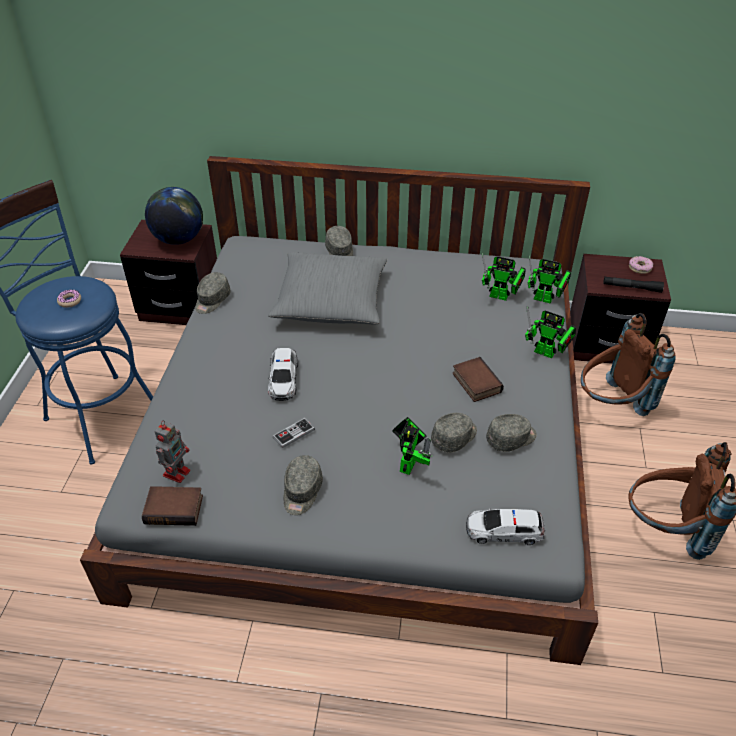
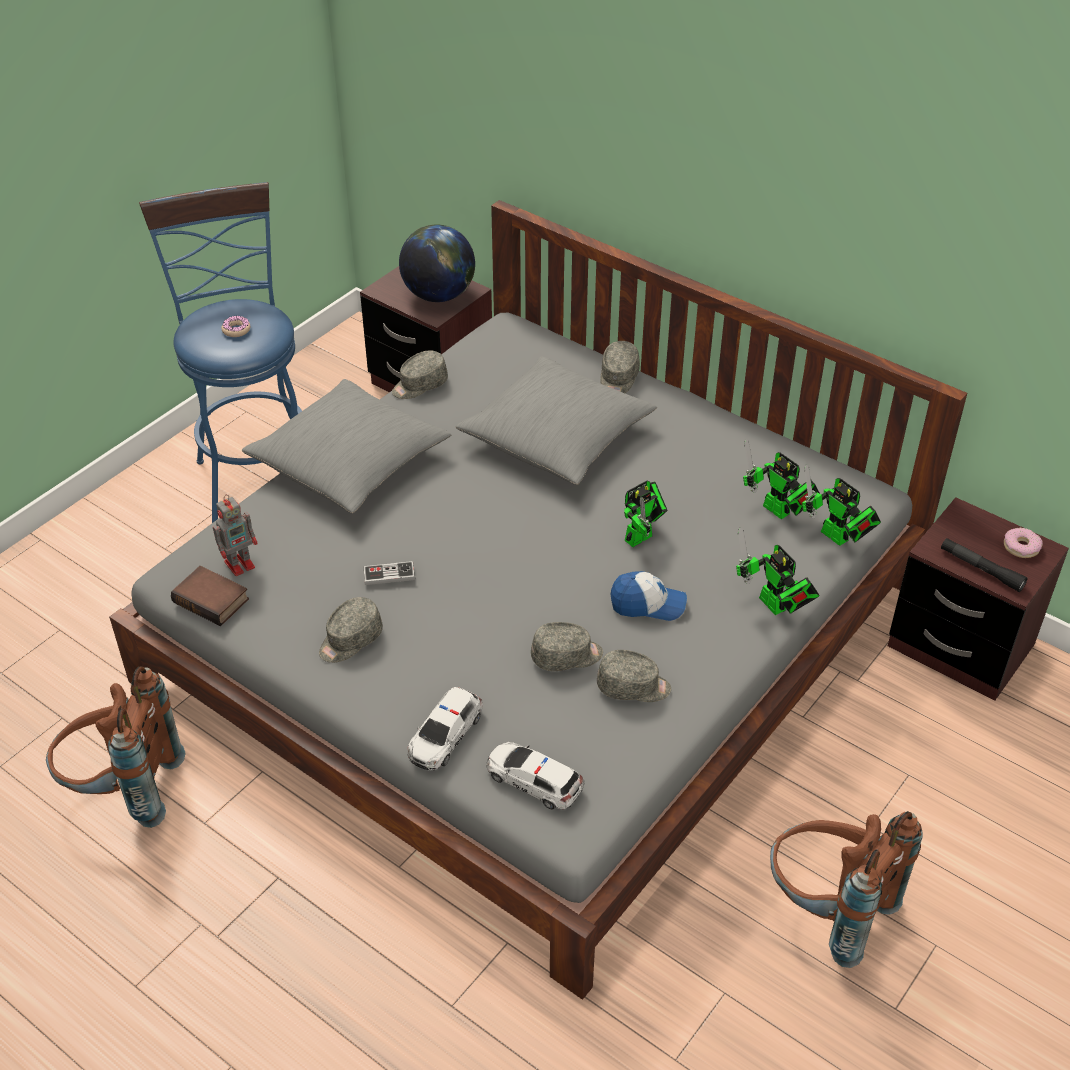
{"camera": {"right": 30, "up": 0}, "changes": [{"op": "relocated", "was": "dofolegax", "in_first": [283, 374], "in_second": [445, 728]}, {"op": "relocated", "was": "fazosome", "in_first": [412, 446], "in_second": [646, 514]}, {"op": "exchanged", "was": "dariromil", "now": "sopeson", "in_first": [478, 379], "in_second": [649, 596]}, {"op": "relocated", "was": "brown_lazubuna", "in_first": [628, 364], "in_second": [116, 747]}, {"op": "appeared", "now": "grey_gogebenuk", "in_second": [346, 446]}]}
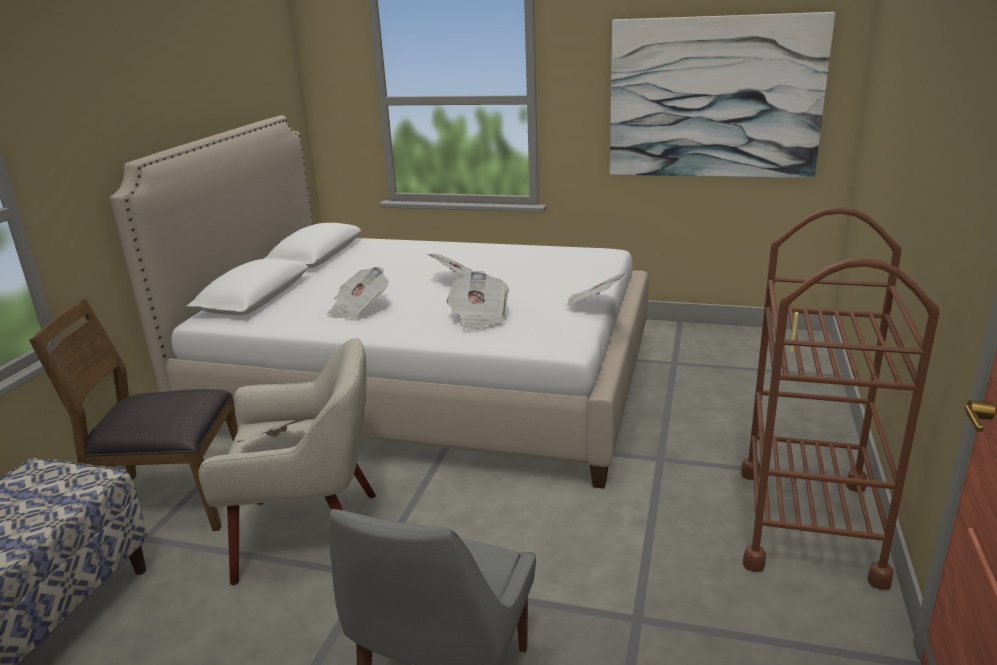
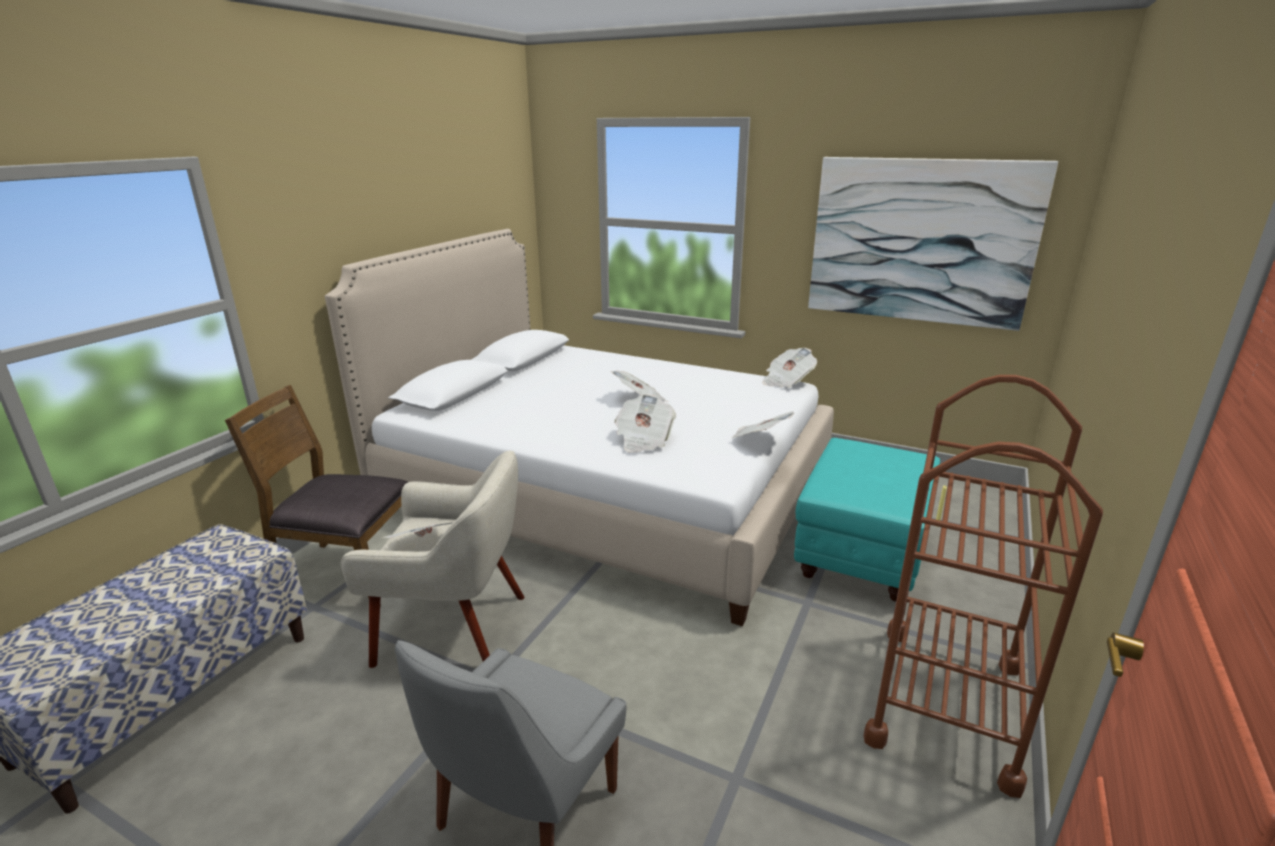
{"camera": {"right": 10, "up": 0}, "changes": [{"op": "relocated", "was": "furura", "in_first": [357, 292], "in_second": [789, 368]}, {"op": "appeared", "now": "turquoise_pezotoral", "in_second": [867, 519]}]}
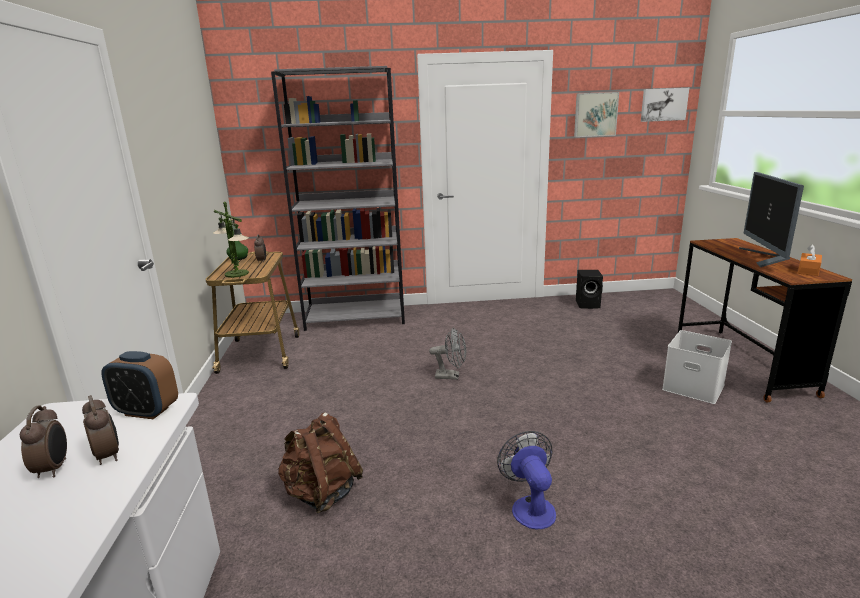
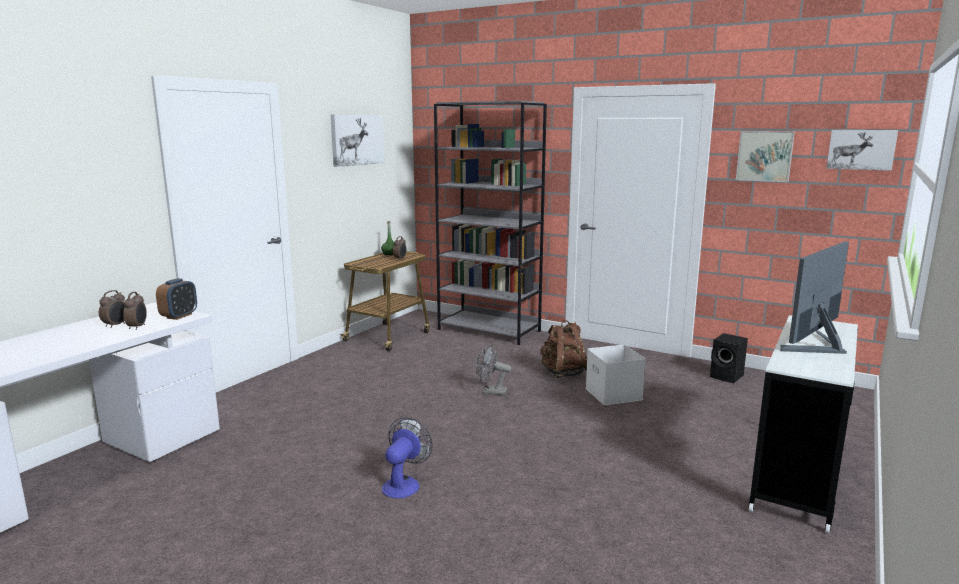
{"camera": {"right": 35, "up": -5}, "changes": [{"op": "spun", "was": "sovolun", "in_first": [139, 385], "in_second": [176, 299], "clockwise": -120}, {"op": "missing", "was": "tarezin", "in_first": [231, 239]}, {"op": "relocated", "was": "brown_lazubuna", "in_first": [320, 462], "in_second": [563, 349]}, {"op": "spun", "was": "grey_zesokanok", "in_first": [447, 354], "in_second": [494, 369], "clockwise": 150}, {"op": "relocated", "was": "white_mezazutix", "in_first": [697, 367], "in_second": [615, 375]}, {"op": "colour", "was": "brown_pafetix", "now": "white_pafetix", "in_first": [765, 320], "in_second": [803, 424]}, {"op": "missing", "was": "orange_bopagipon", "in_first": [810, 260]}, {"op": "appeared", "now": "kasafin", "in_second": [357, 141]}]}
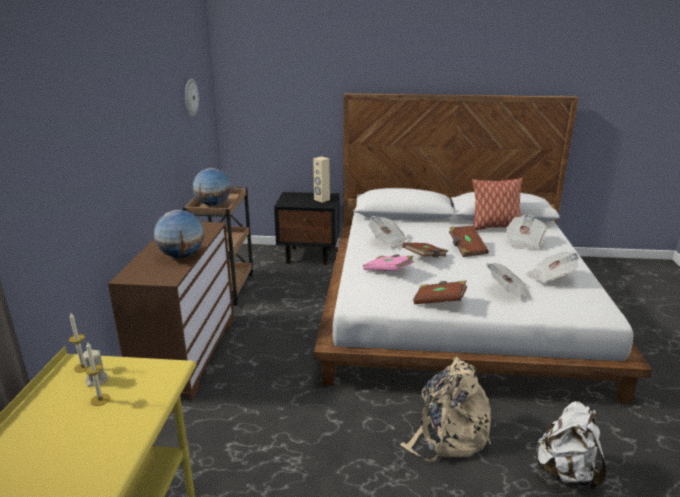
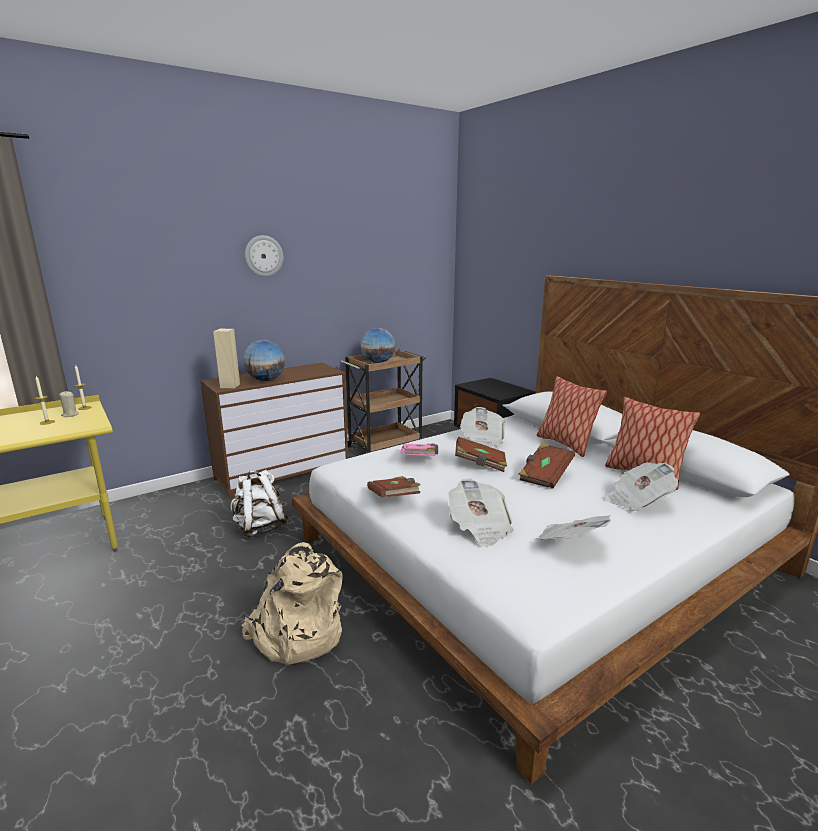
{"camera": {"right": 50, "up": -5}, "changes": [{"op": "relocated", "was": "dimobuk", "in_first": [192, 97], "in_second": [264, 256]}, {"op": "relocated", "was": "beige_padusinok", "in_first": [321, 179], "in_second": [226, 358]}, {"op": "relocated", "was": "white_lazubuna", "in_first": [570, 445], "in_second": [260, 504]}, {"op": "appeared", "now": "gogebenuk", "in_second": [572, 416]}]}
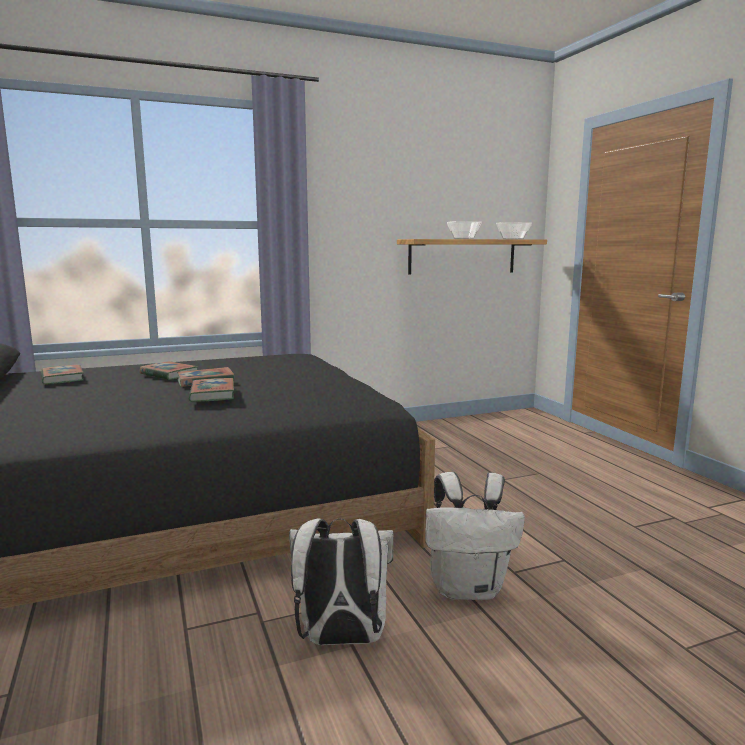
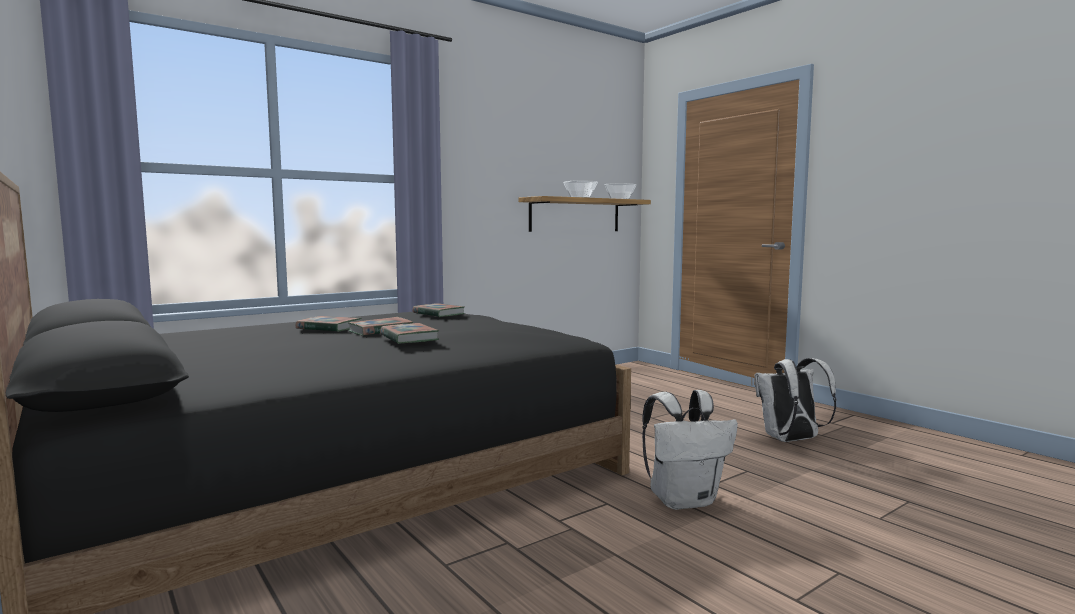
{"camera": {"right": -15, "up": -5}, "changes": [{"op": "relocated", "was": "dariromil", "in_first": [62, 375], "in_second": [439, 310]}, {"op": "relocated", "was": "white_lazubuna", "in_first": [341, 581], "in_second": [795, 400]}]}
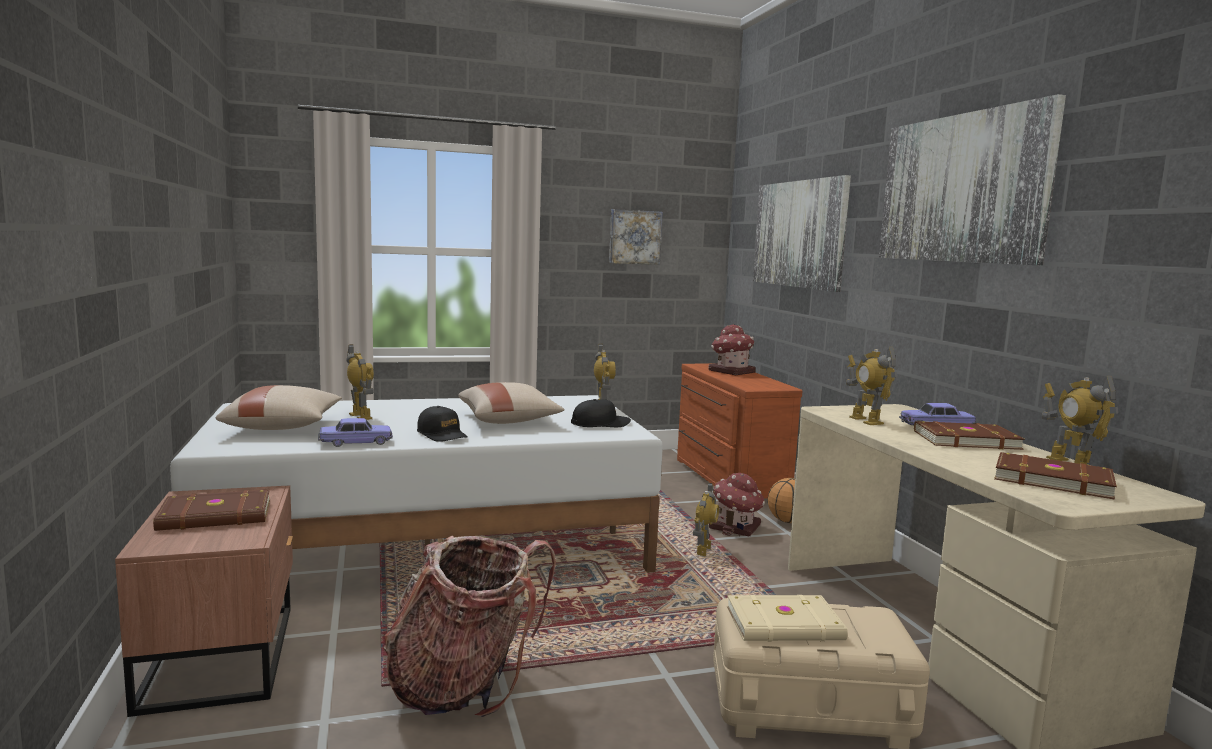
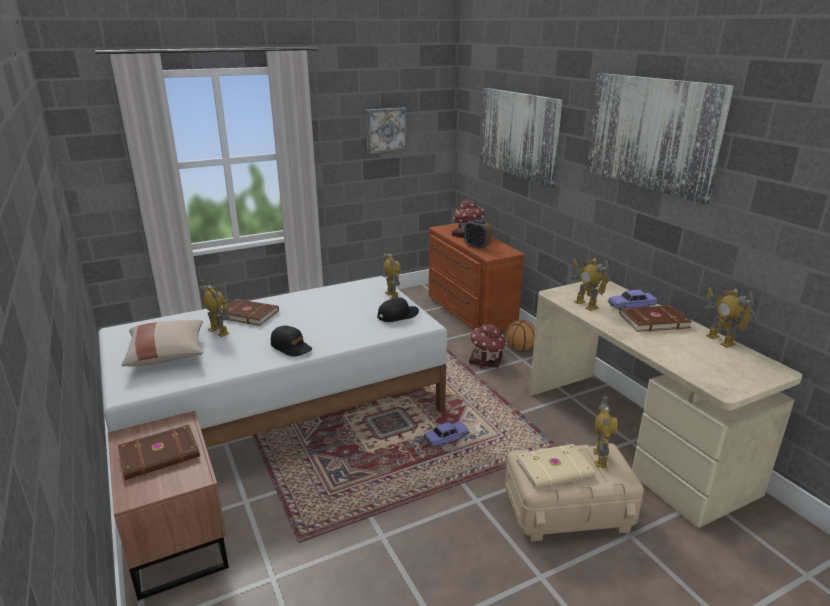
{"camera": {"right": -10, "up": 15}, "changes": [{"op": "relocated", "was": "dofolegax", "in_first": [355, 432], "in_second": [446, 434]}, {"op": "missing", "was": "lazubuna", "in_first": [469, 626]}, {"op": "missing", "was": "beige_gogebenuk", "in_first": [511, 403]}, {"op": "relocated", "was": "fazosome", "in_first": [706, 519], "in_second": [605, 432]}, {"op": "relocated", "was": "brown_dariromil", "in_first": [1055, 476], "in_second": [248, 312]}, {"op": "appeared", "now": "sovolun", "in_second": [478, 234]}]}
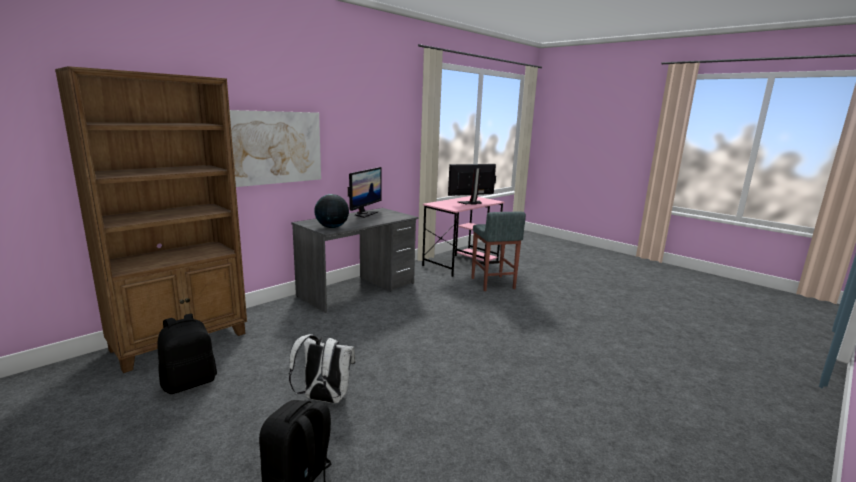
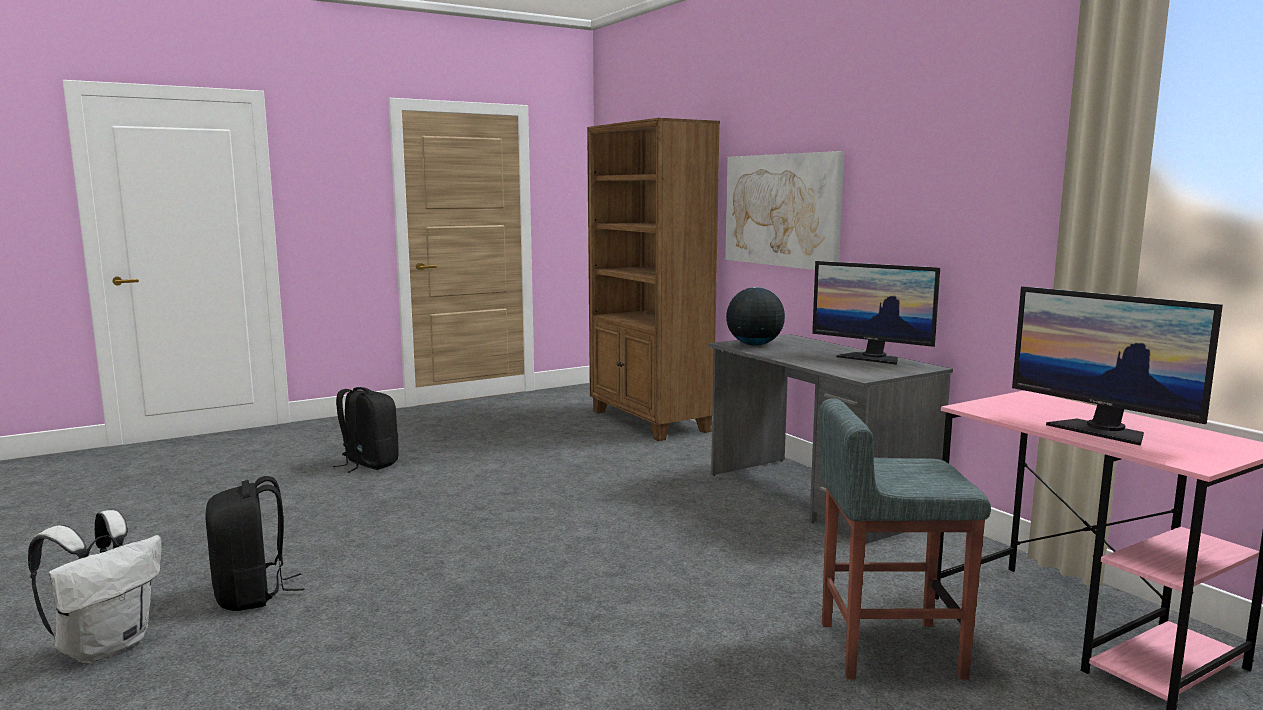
{"camera": {"right": 105, "up": -5}, "changes": [{"op": "relocated", "was": "black_lazubuna", "in_first": [187, 354], "in_second": [254, 543]}, {"op": "relocated", "was": "white_lazubuna", "in_first": [322, 368], "in_second": [95, 586]}, {"op": "spun", "was": "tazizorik", "in_first": [472, 184], "in_second": [1117, 366], "clockwise": 150}]}
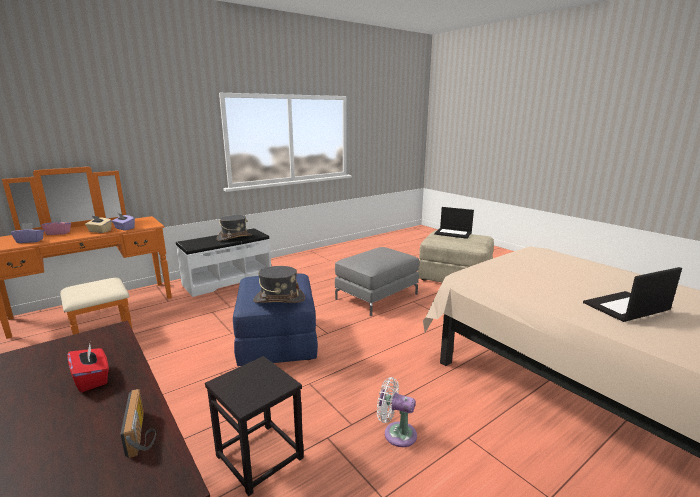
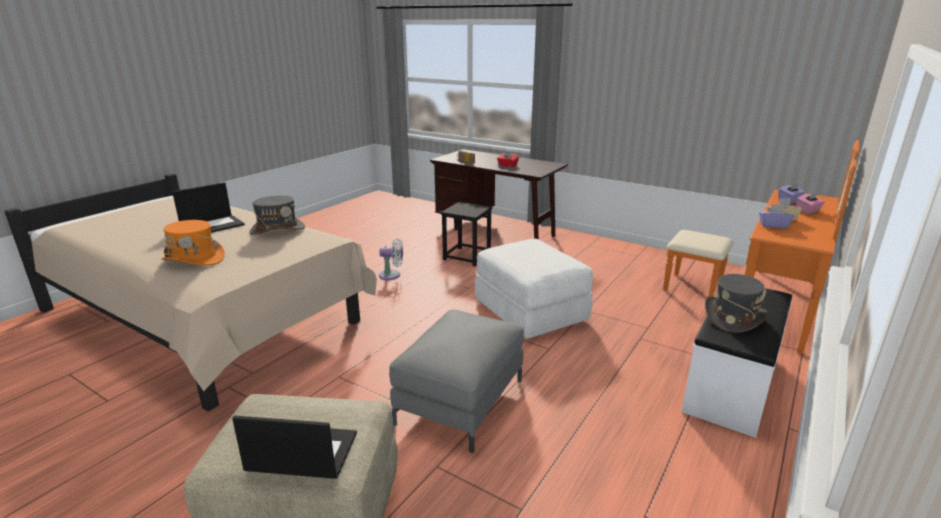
{"camera": {"right": 160, "up": 5}, "changes": [{"op": "colour", "was": "blue_pezotoral", "now": "white_pezotoral", "in_first": [275, 320], "in_second": [534, 289]}, {"op": "relocated", "was": "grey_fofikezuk", "in_first": [279, 284], "in_second": [277, 215]}, {"op": "appeared", "now": "orange_fofikezuk", "in_second": [193, 242]}]}
